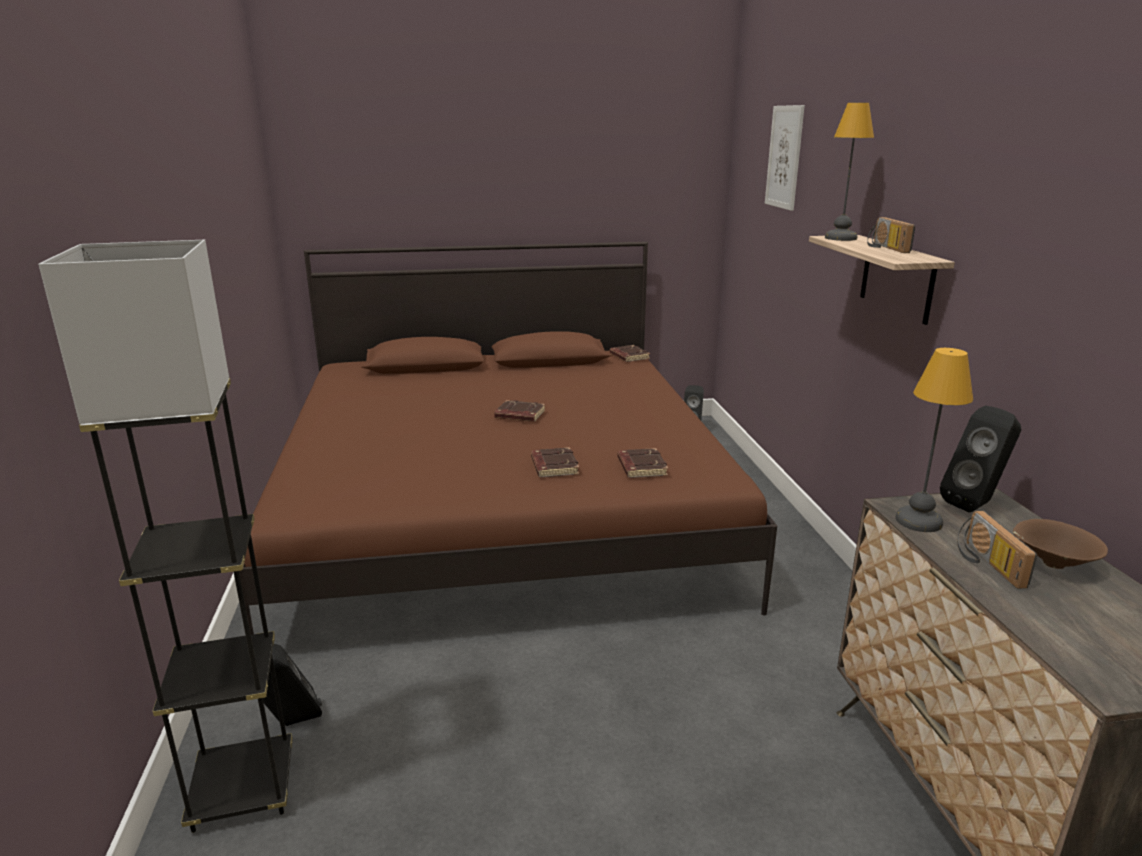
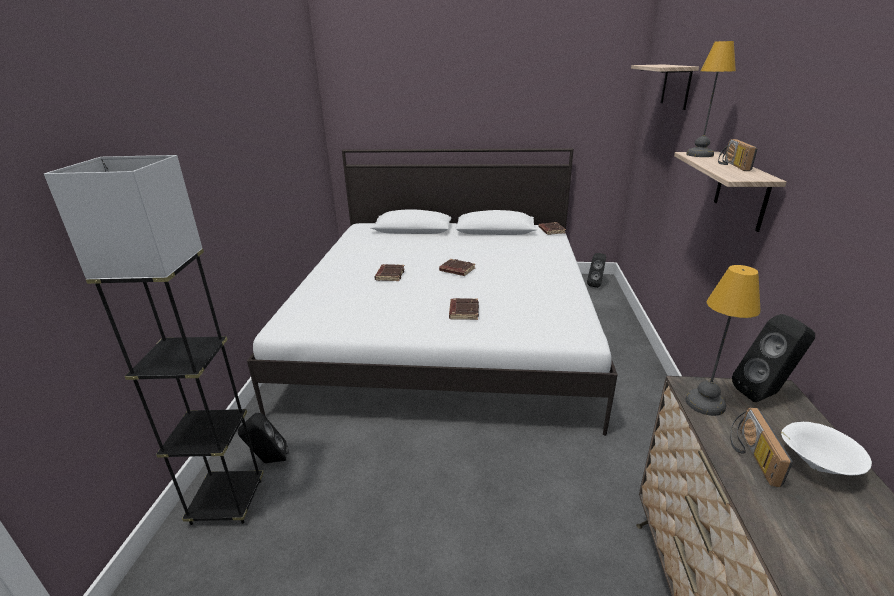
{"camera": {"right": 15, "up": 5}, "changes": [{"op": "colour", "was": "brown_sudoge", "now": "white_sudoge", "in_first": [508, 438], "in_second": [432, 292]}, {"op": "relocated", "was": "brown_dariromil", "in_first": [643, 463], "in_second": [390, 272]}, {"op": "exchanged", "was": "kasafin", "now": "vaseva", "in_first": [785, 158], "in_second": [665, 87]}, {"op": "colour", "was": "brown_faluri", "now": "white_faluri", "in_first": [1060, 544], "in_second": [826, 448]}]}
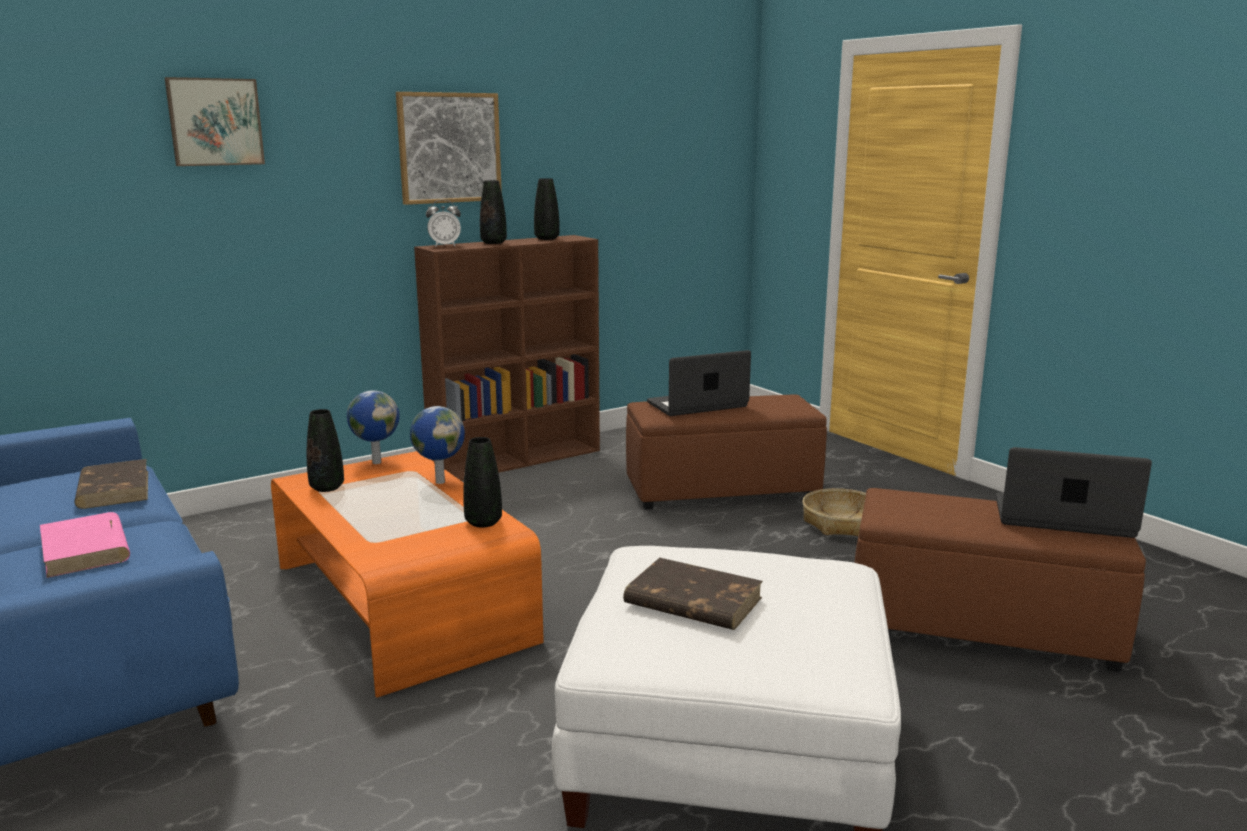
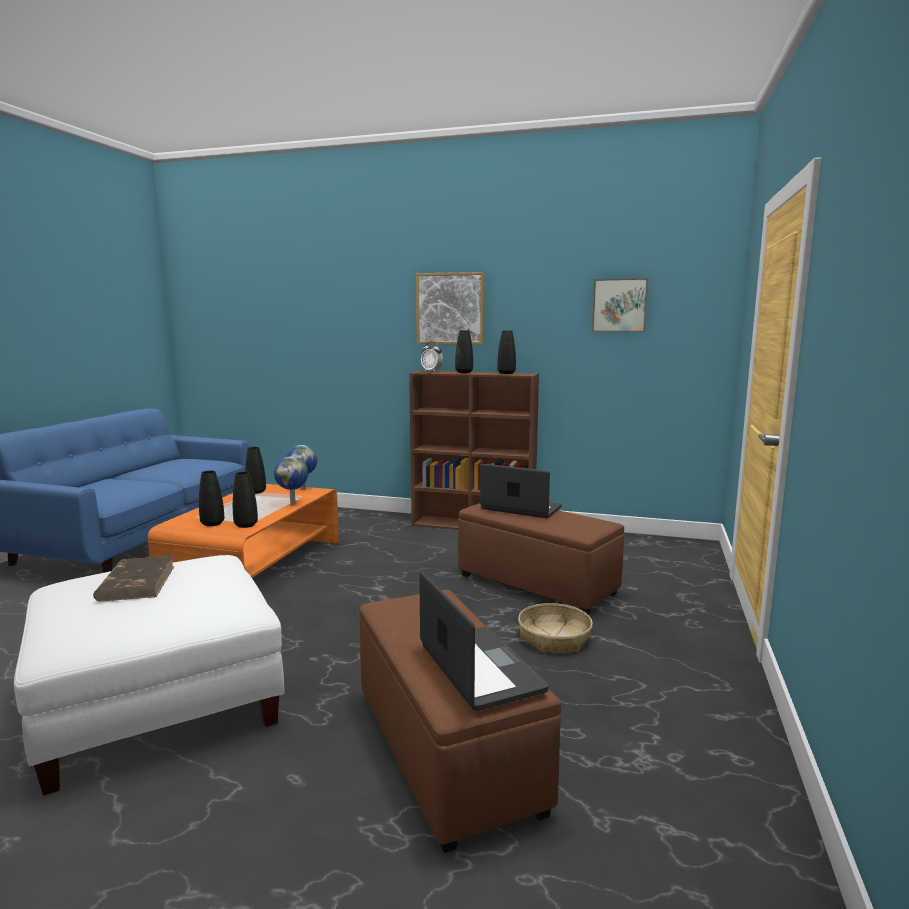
{"camera": {"right": 50, "up": -5}, "changes": [{"op": "missing", "was": "pink_dariromil", "in_first": [85, 545]}, {"op": "missing", "was": "brown_dariromil", "in_first": [111, 484]}, {"op": "relocated", "was": "kasafin", "in_first": [215, 121], "in_second": [620, 305]}, {"op": "appeared", "now": "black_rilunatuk", "in_second": [211, 498]}]}
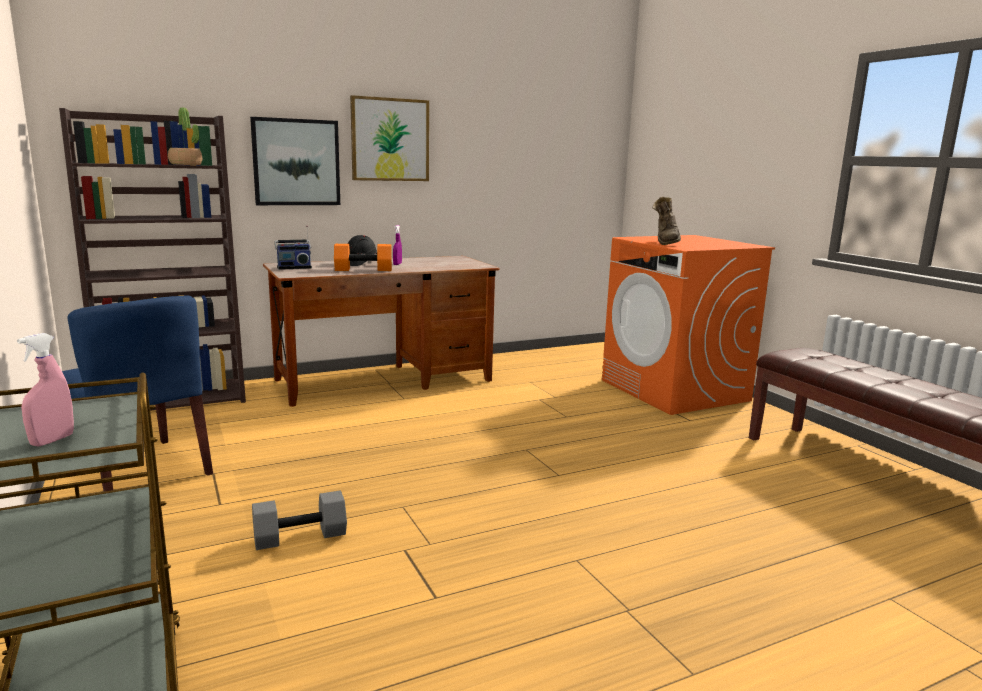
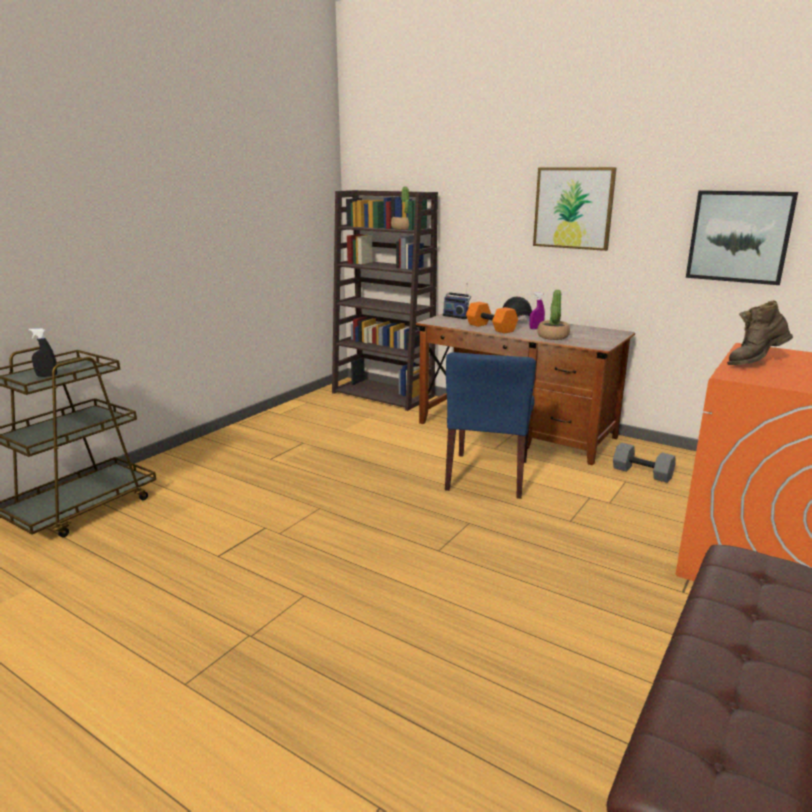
{"camera": {"right": 60, "up": 5}, "changes": [{"op": "colour", "was": "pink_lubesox", "now": "black_lubesox", "in_first": [45, 390], "in_second": [43, 352]}, {"op": "relocated", "was": "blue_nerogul", "in_first": [137, 393], "in_second": [490, 425]}, {"op": "relocated", "was": "kasafin", "in_first": [295, 161], "in_second": [742, 237]}, {"op": "relocated", "was": "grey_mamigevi", "in_first": [299, 520], "in_second": [644, 462]}, {"op": "appeared", "now": "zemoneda", "in_second": [553, 315]}]}
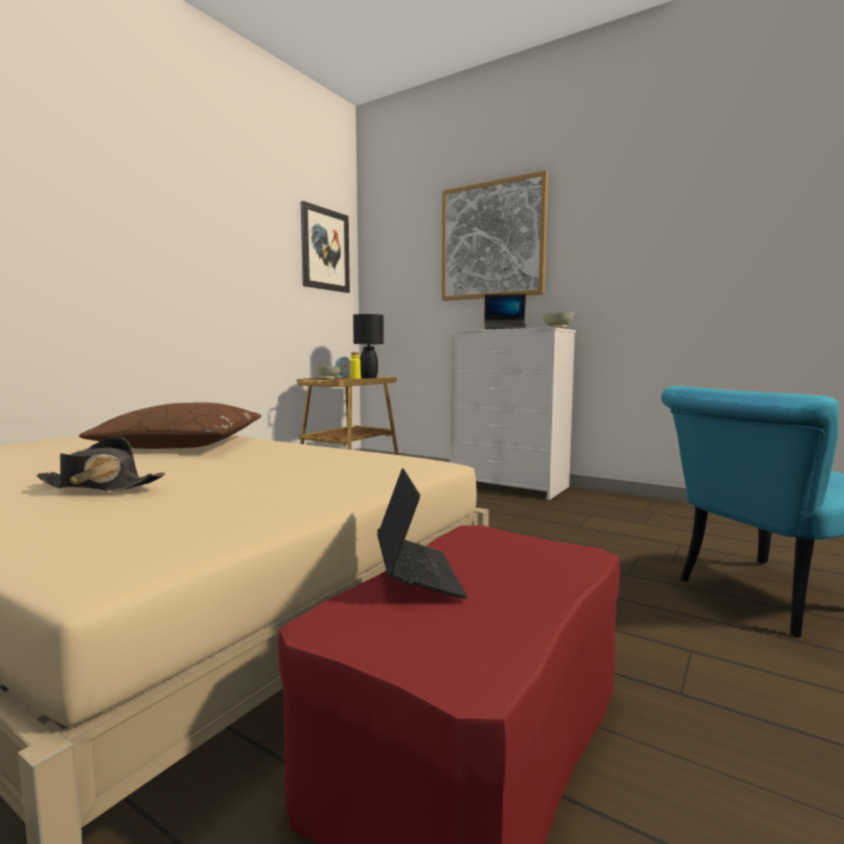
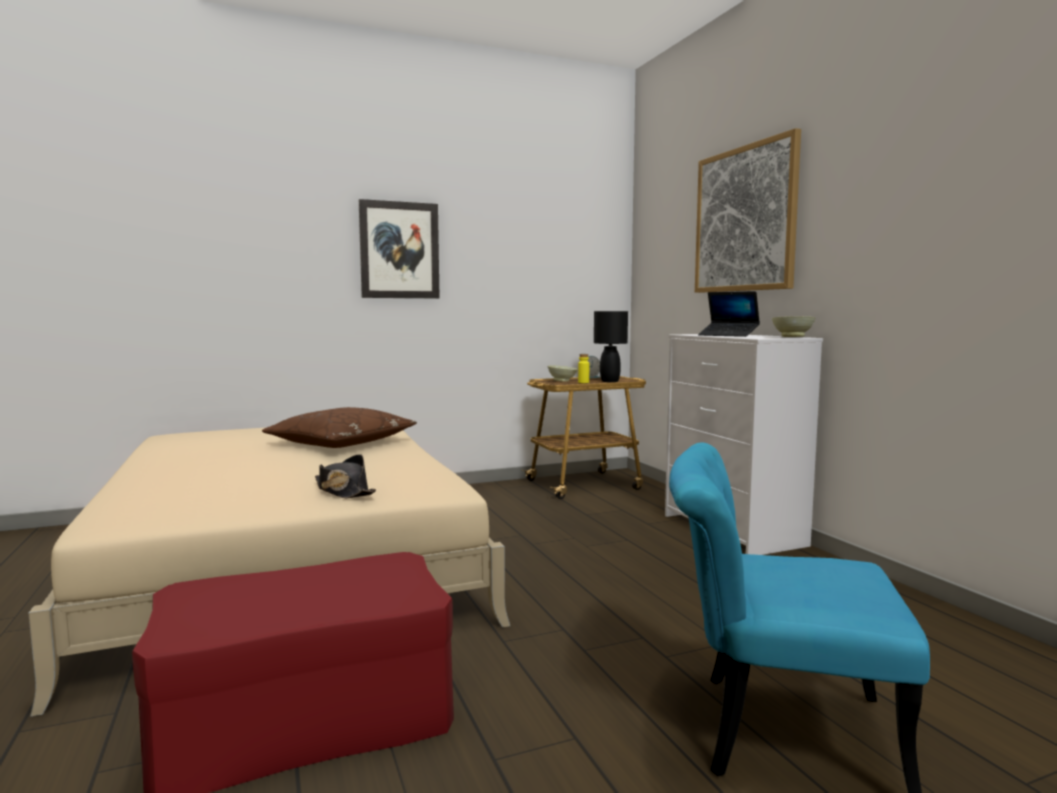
{"camera": {"right": 35, "up": 0}, "changes": [{"op": "relocated", "was": "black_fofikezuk", "in_first": [101, 464], "in_second": [345, 476]}, {"op": "relocated", "was": "kasafin", "in_first": [325, 247], "in_second": [399, 248]}, {"op": "missing", "was": "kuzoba", "in_first": [422, 533]}]}
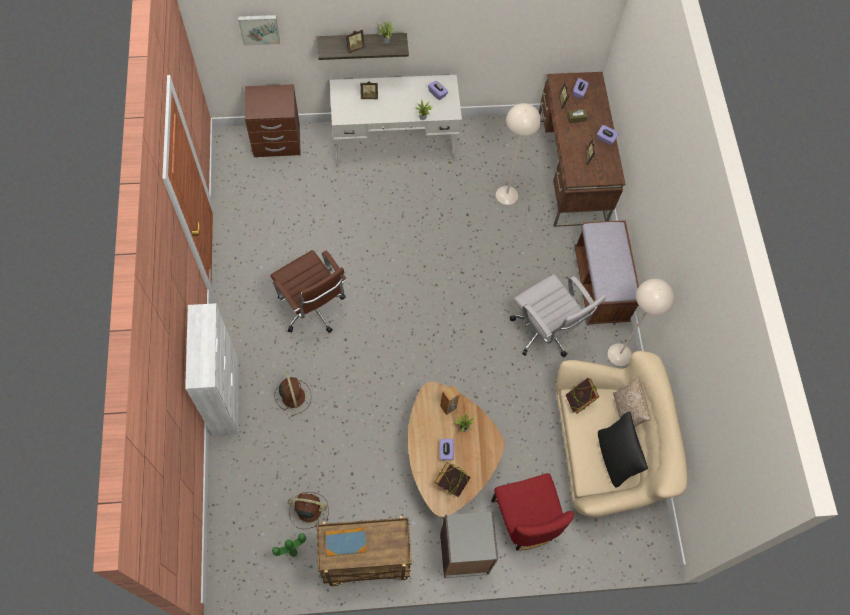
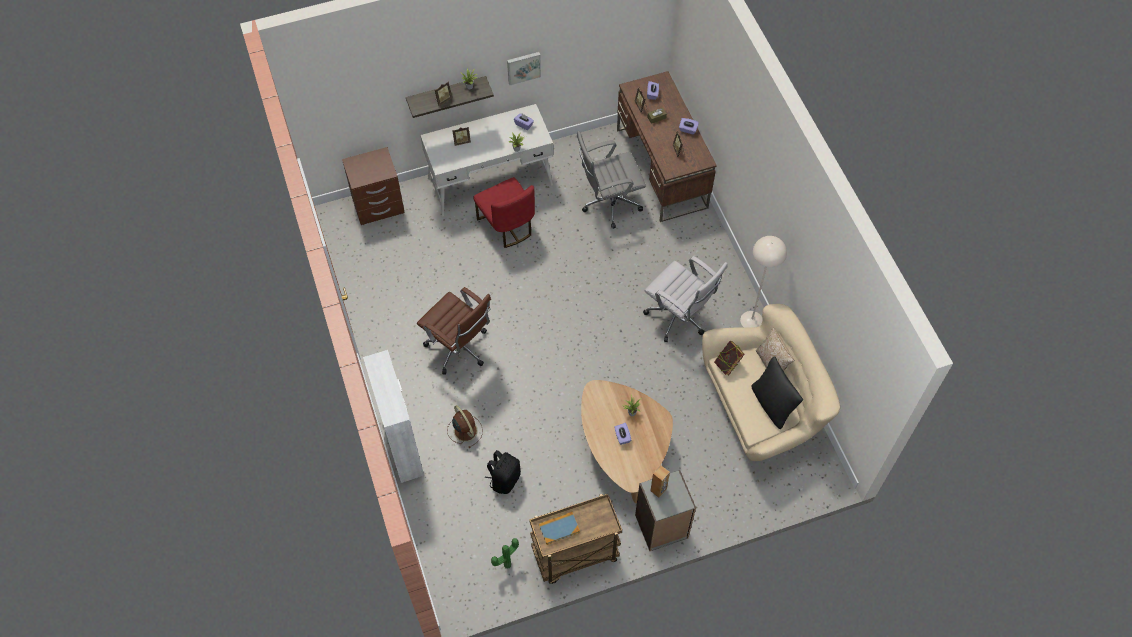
{"camera": {"right": -10, "up": -5}, "changes": [{"op": "relocated", "was": "kasafin", "in_first": [259, 30], "in_second": [524, 68]}, {"op": "missing", "was": "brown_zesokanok", "in_first": [308, 510]}, {"op": "missing", "was": "dariromil", "in_first": [453, 479]}, {"op": "relocated", "was": "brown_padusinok", "in_first": [450, 400], "in_second": [660, 482]}, {"op": "relocated", "was": "red_nerogul", "in_first": [532, 511], "in_second": [504, 212]}, {"op": "exchanged", "was": "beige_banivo", "now": "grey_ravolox", "in_first": [518, 154], "in_second": [611, 180]}, {"op": "missing", "was": "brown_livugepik", "in_first": [606, 272]}, {"op": "appeared", "now": "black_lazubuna", "in_second": [503, 472]}]}
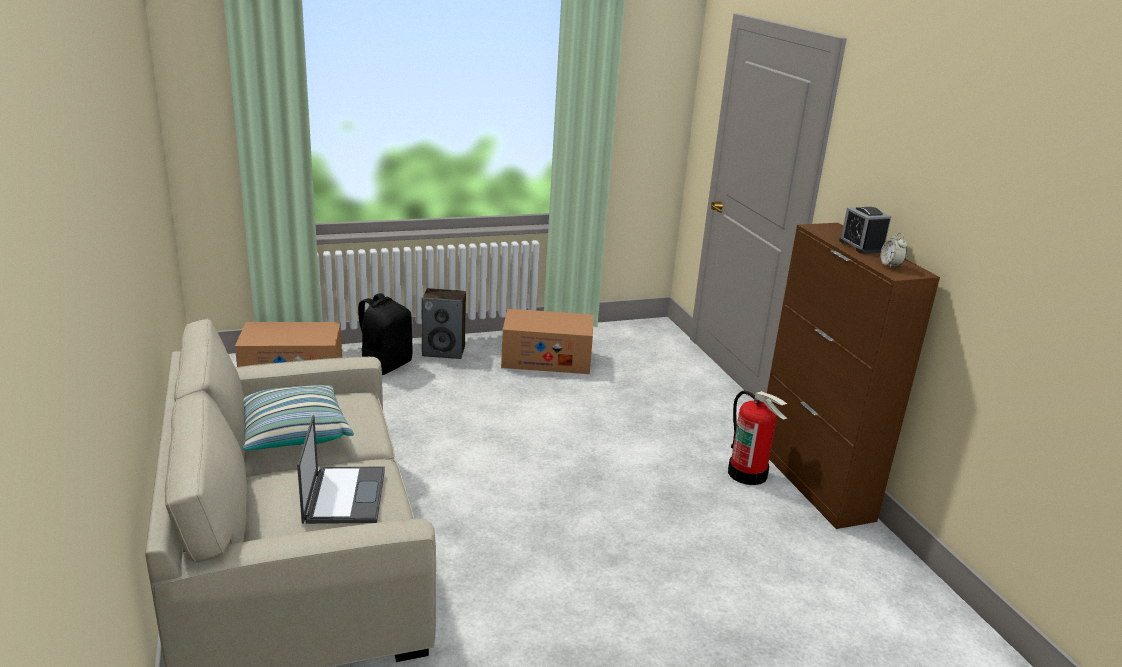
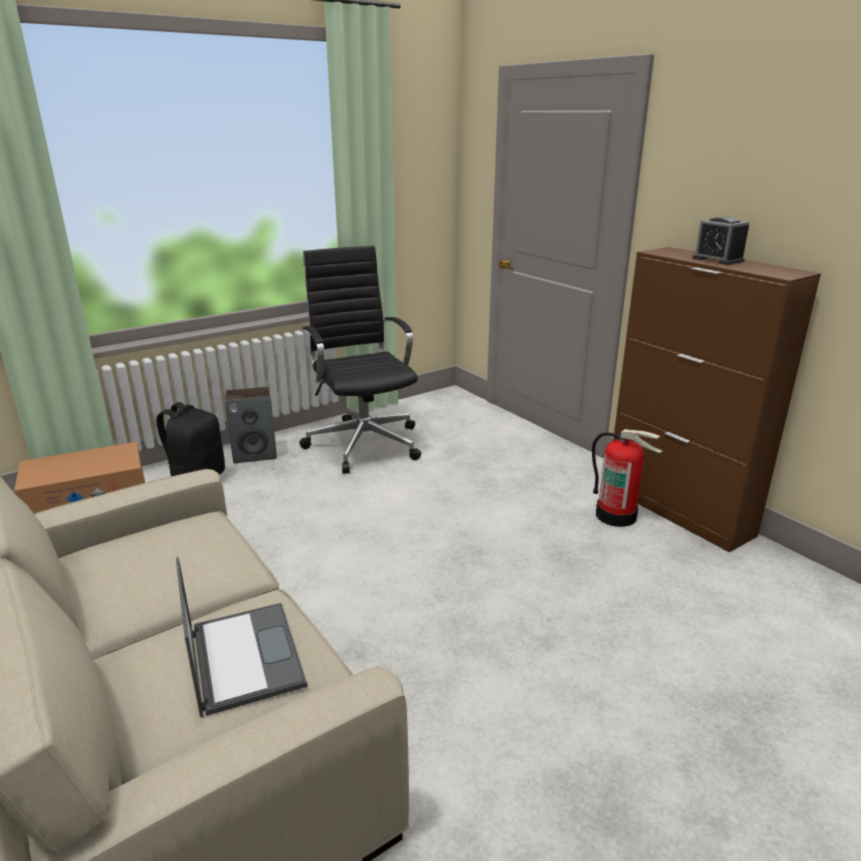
{"camera": {"right": -15, "up": 0}, "changes": [{"op": "missing", "was": "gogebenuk", "in_first": [298, 418]}, {"op": "exchanged", "was": "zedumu", "now": "black_ravolox", "in_first": [547, 341], "in_second": [360, 360]}, {"op": "missing", "was": "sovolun", "in_first": [893, 250]}]}
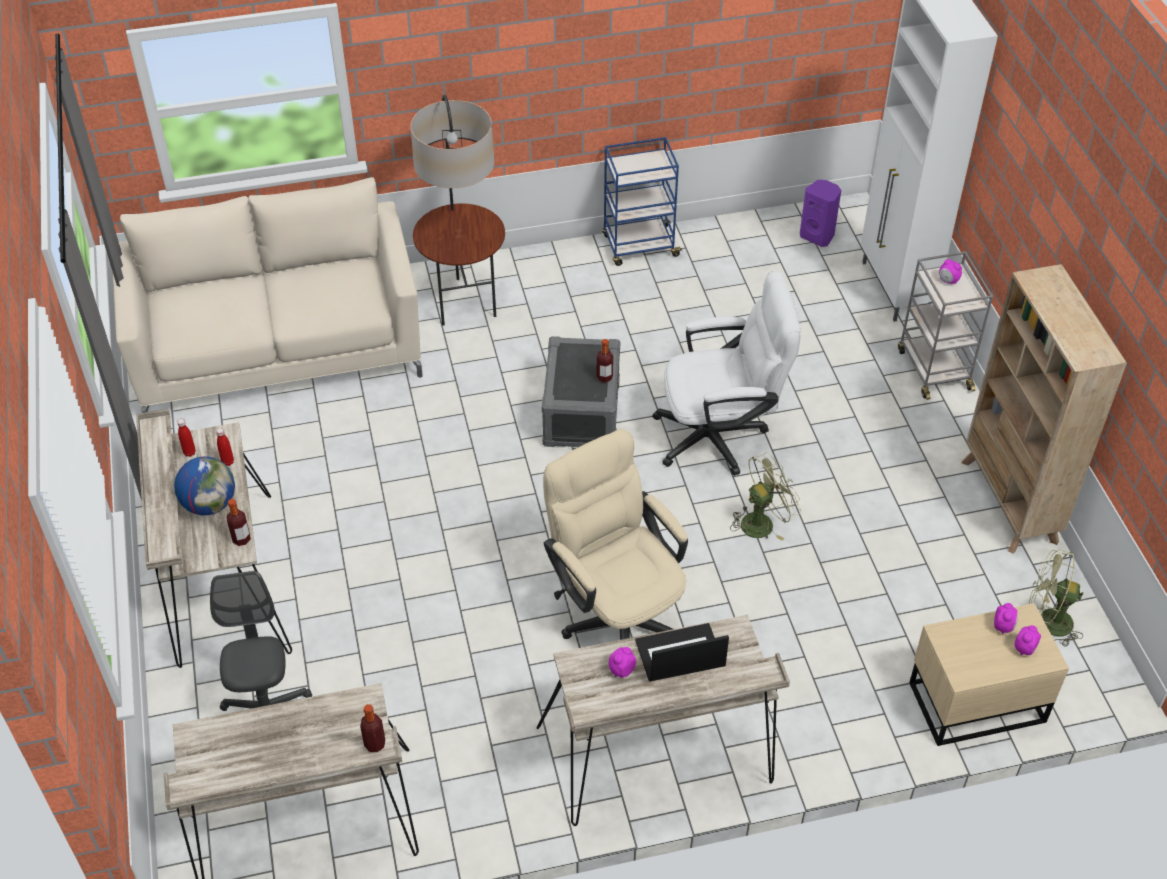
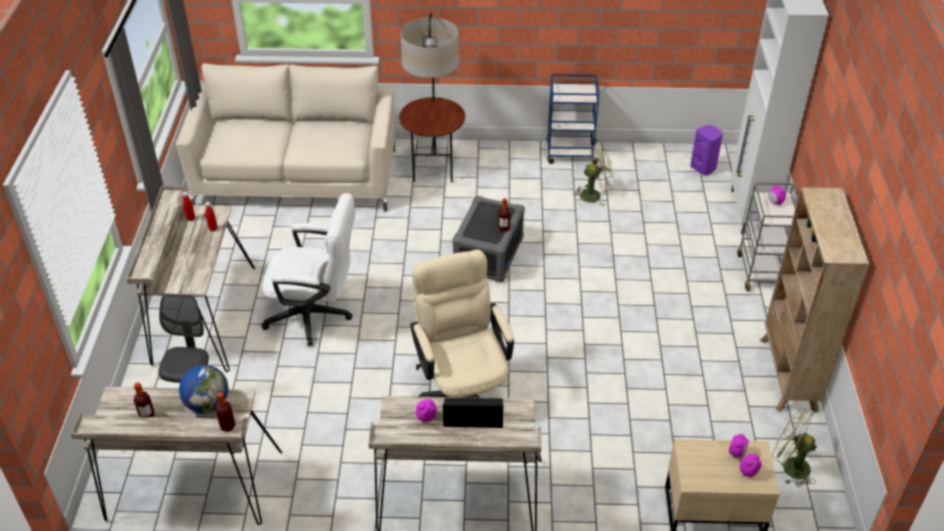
{"camera": {"right": 15, "up": -5}, "changes": [{"op": "relocated", "was": "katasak", "in_first": [204, 486], "in_second": [204, 389]}, {"op": "relocated", "was": "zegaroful", "in_first": [239, 522], "in_second": [144, 400]}, {"op": "relocated", "was": "white_ravolox", "in_first": [726, 373], "in_second": [308, 269]}, {"op": "relocated", "was": "green_zesokanok", "in_first": [765, 496], "in_second": [593, 175]}]}
